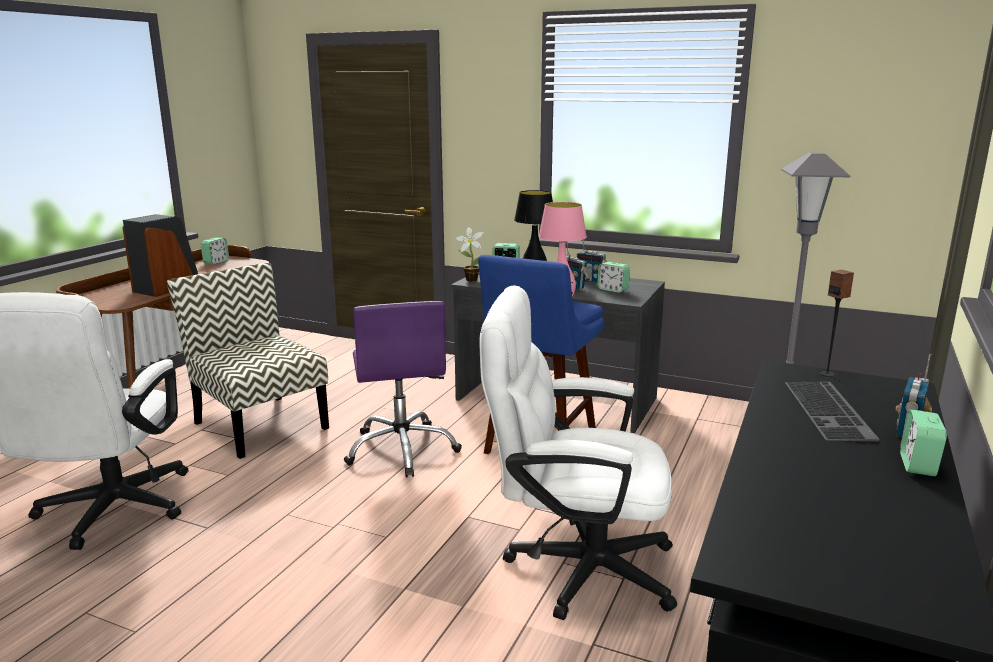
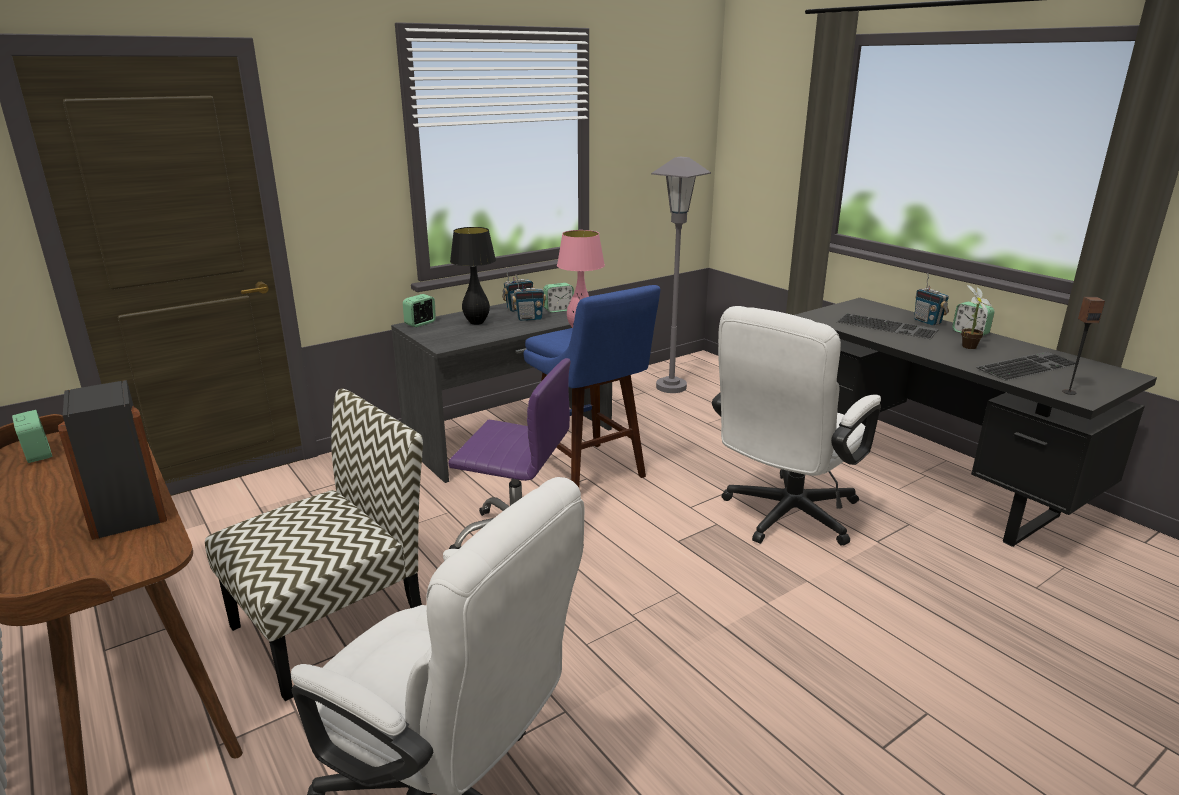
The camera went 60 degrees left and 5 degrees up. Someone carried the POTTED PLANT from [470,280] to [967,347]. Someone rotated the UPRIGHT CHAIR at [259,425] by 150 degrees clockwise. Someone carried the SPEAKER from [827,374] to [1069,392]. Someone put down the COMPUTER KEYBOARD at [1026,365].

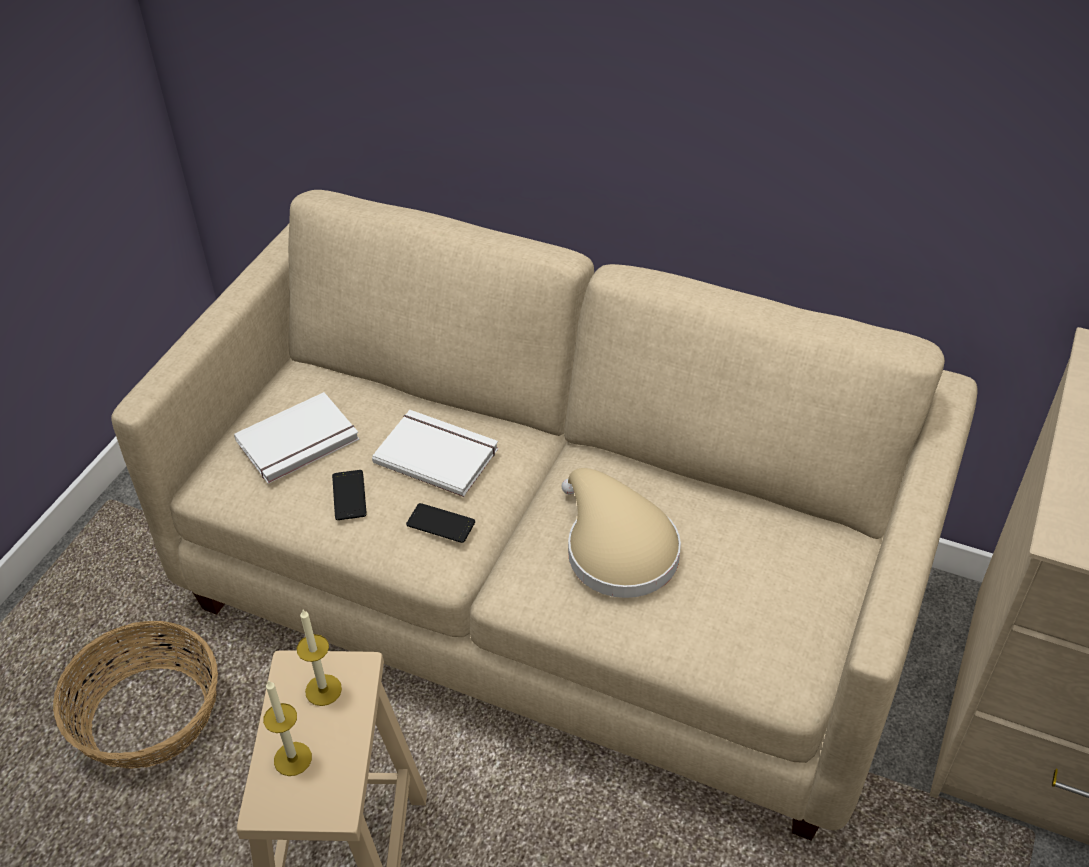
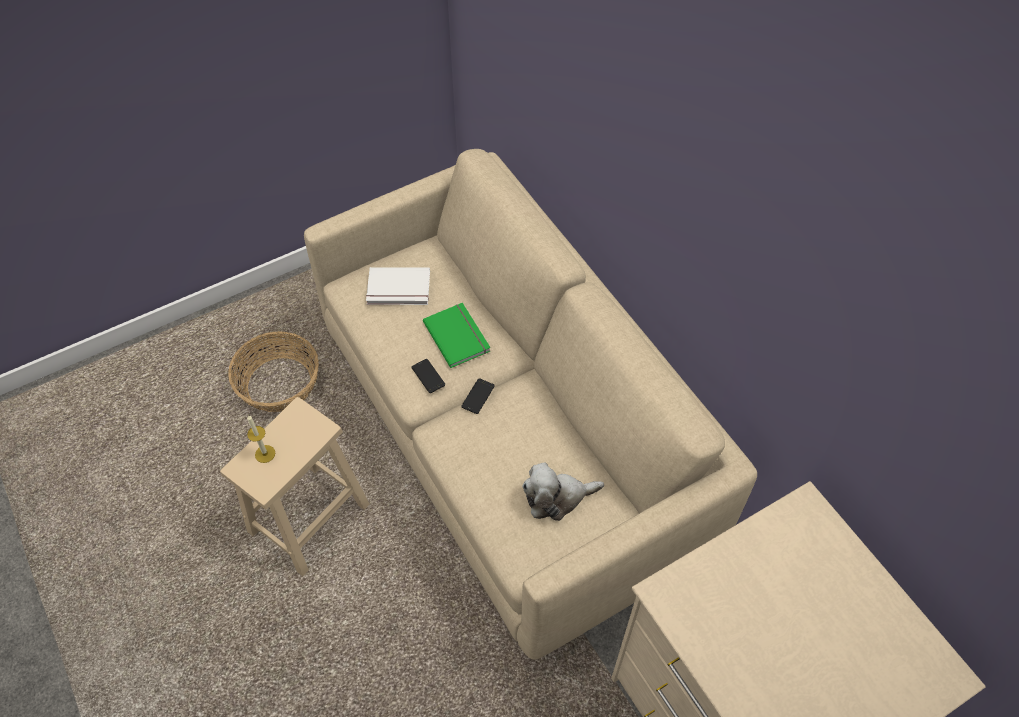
The camera went 35 degrees right and 10 degrees up. Someone repainted the WHITISH BOOK at [437,453], which became the GREEN BOOK at [458,335]. Someone took away the SAND-COLOURED HAT at [616,548]. Someone carried the HANDSET from [349,495] to [478,396]. Someone took away the WAX CANDLE at [323,690]. Someone put down the SOFT TOY at [557,497].

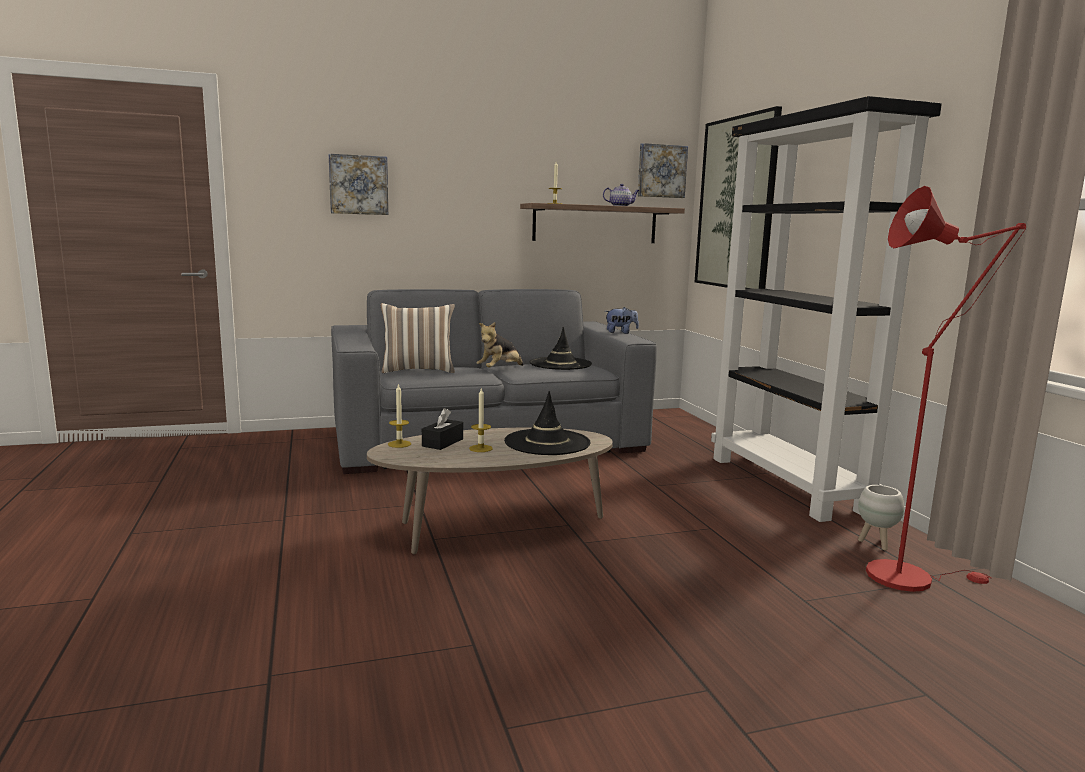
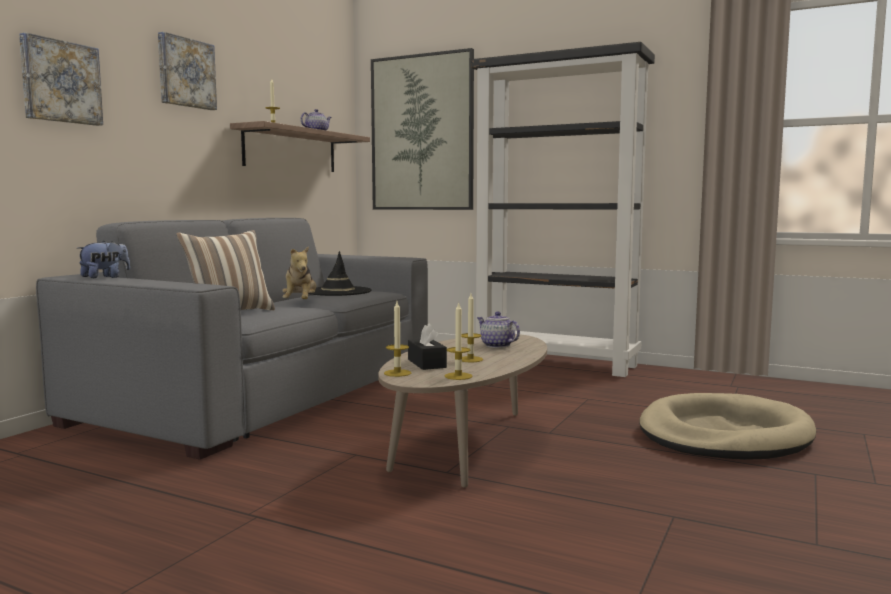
The camera went 45 degrees left and 5 degrees down. Someone carried the WALL PICTURE from [661,171] to [185,73]. Someone took away the RED STANDARD LAMP at [909,576]. Someone carried the SOFT TOY from [621,332] to [105,277]. Someone swapped the BLACKISH HAT at [547,442] for the TEA POT at [496,345]. Someone took away the WHITISH PLANT POT at [876,544]. Someone put down the WAX CANDLE at [458,376]. Someone put down the SAND-COLOURED DOG CUSHION at [723,435].

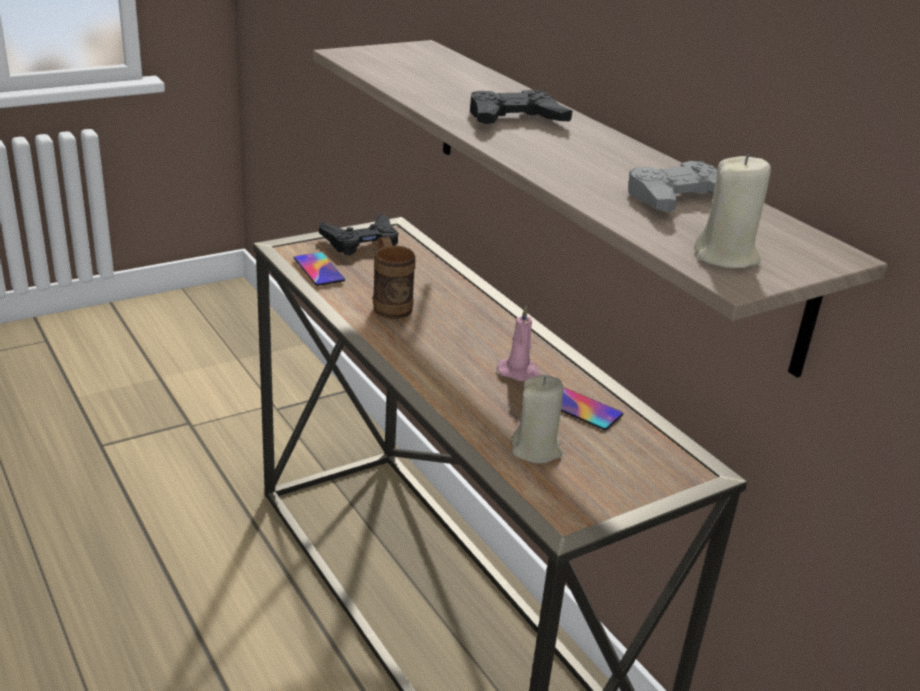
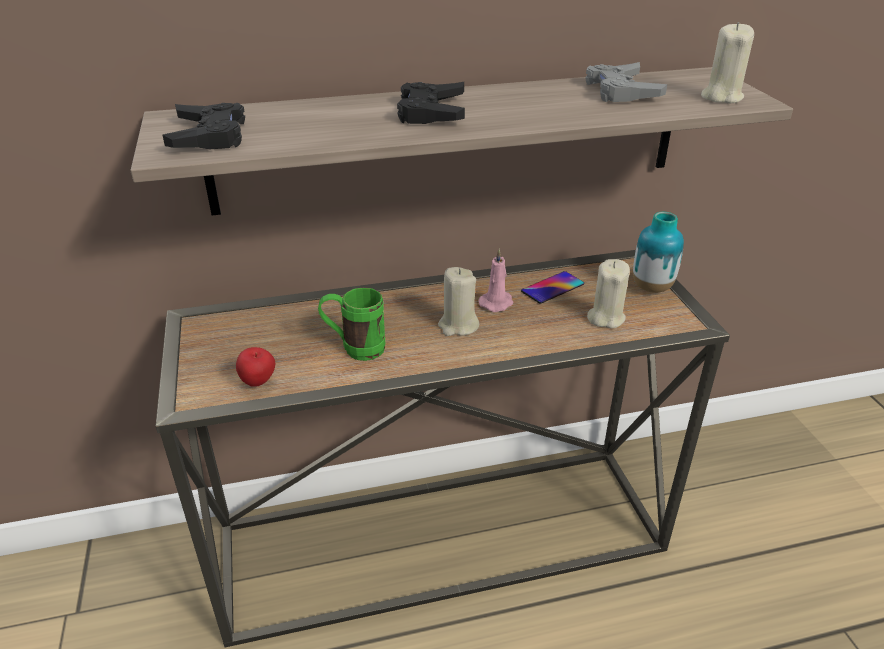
The camera went 70 degrees left and 5 degrees up. Someone carried the BLACKISH GAMEPAD from [361,241] to [209,135]. Someone repainted the BROWN TEA MUG at [389,304], which became the GREEN TEA MUG at [354,349]. Someone swapped the HANDSET at [319,269] for the APPLE FRUIT at [259,382]. Someone put down the VASE at [651,287]. Someone put down the SAND-COLOURED WAX CANDLE at [458,326].

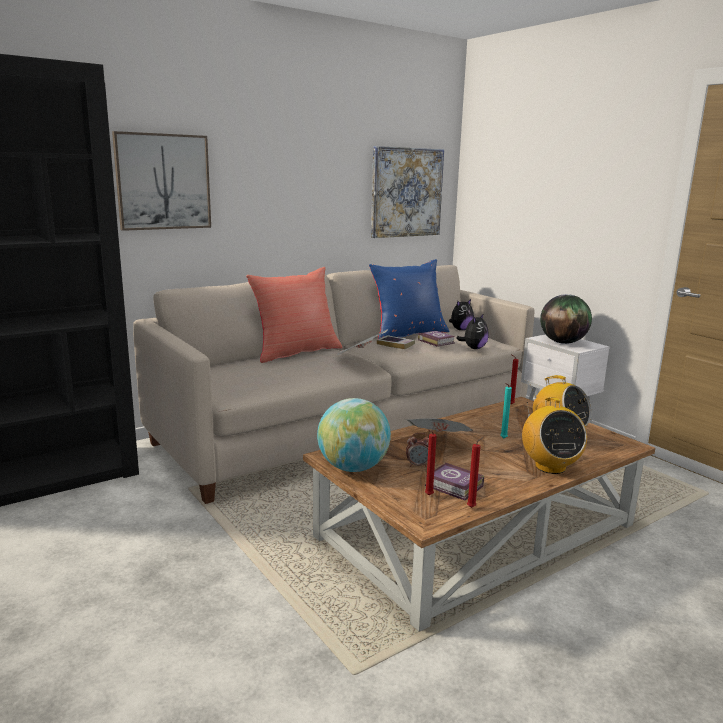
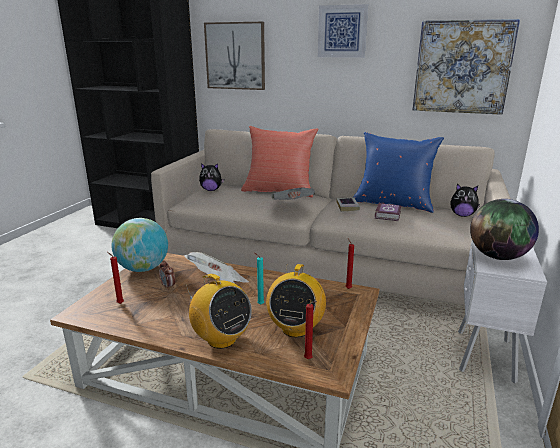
The camera went 55 degrees right and 5 degrees up. Someone carried the SOFT TOY from [473,348] to [211,190]. Someone rotated the RADIO at [549,467] by 90 degrees counterclockwise. Someone carried the RED WAX CANDLE from [472,507] to [309,359]. Someone took away the BOOK at [454,486]. Someone put up the WALL PICTURE at [342,31].

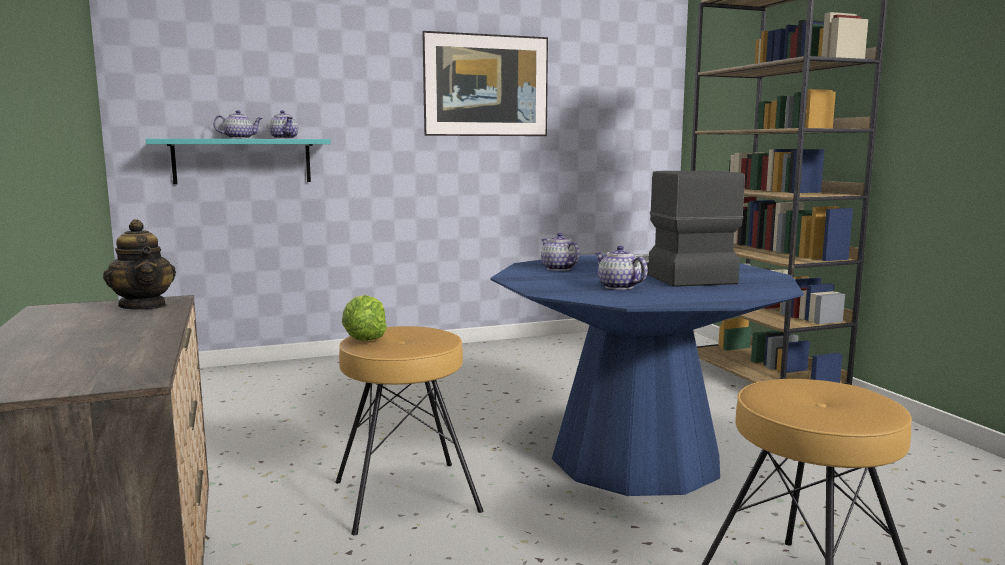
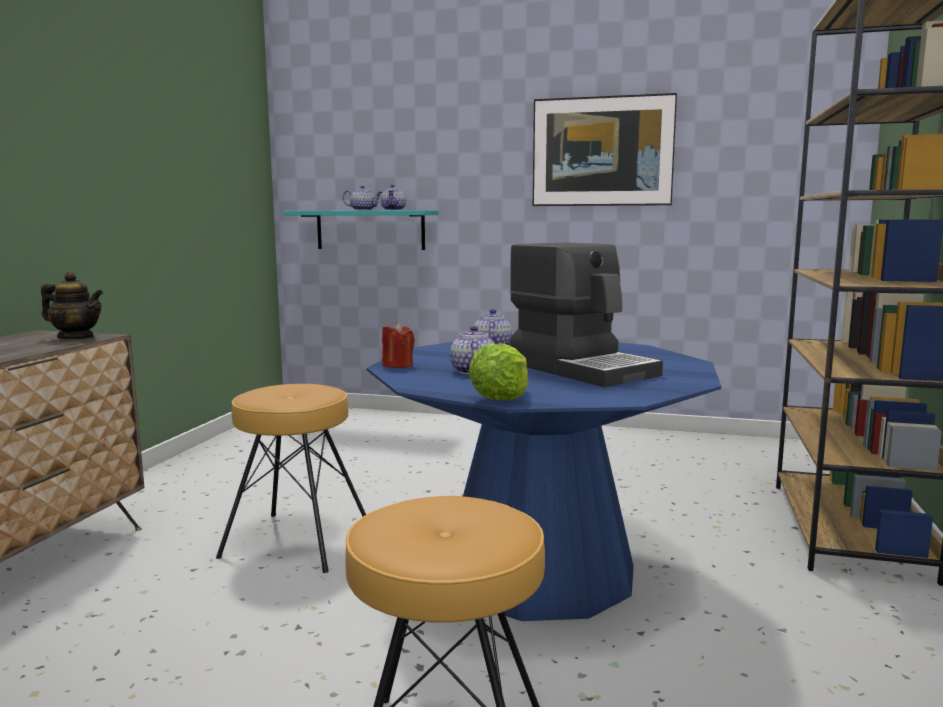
The camera went 35 degrees right and 0 degrees up. Someone rotated the COFFEE BREWER at [679,275] by 120 degrees clockwise. Someone rotated the TEA POT at [144,306] by 75 degrees counterclockwise. Someone carried the LETTUCE from [365,339] to [500,398]. Someone put down the RED WAX CANDLE at [398,365].

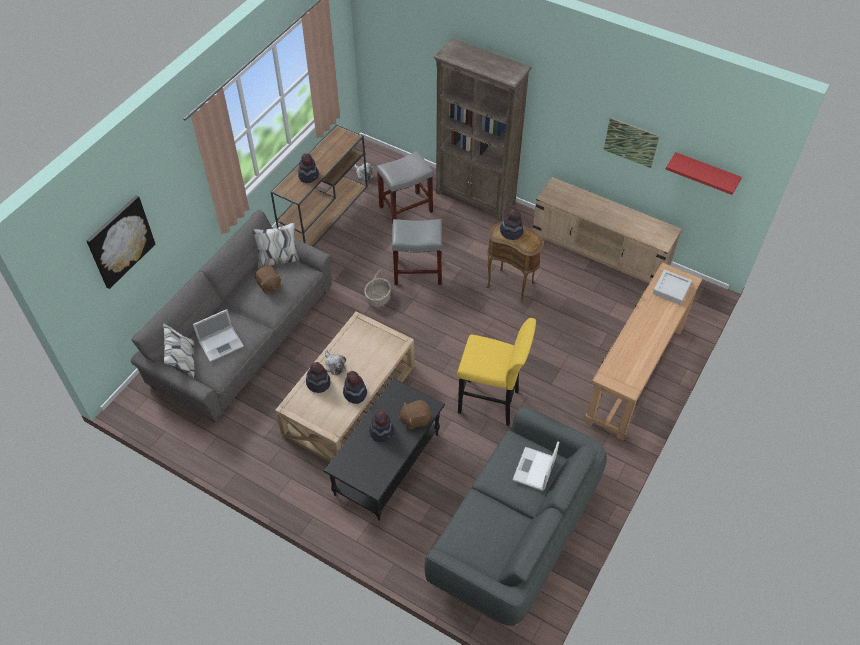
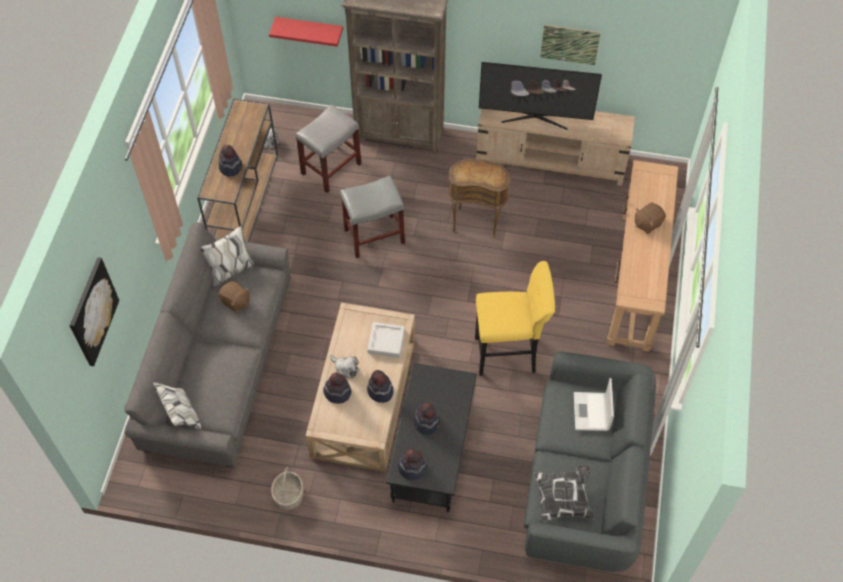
The camera went 20 degrees left and 5 degrees up. Someone carried the RED WALL SHELF from [705,173] to [310,30]. Someone carried the HAT from [511,232] to [412,468]. Someone carried the BASKET from [378,298] to [288,495]. Someone carried the GRAY CARRYING TRAY from [671,289] to [386,341]. Someone took away the LAPTOP at [221,343]. Someone carried the BROWN SOFT TOY from [415,419] to [647,223]. Someone put down the TV SET at [534,117]. Someone put down the CUSHION at [563,498].

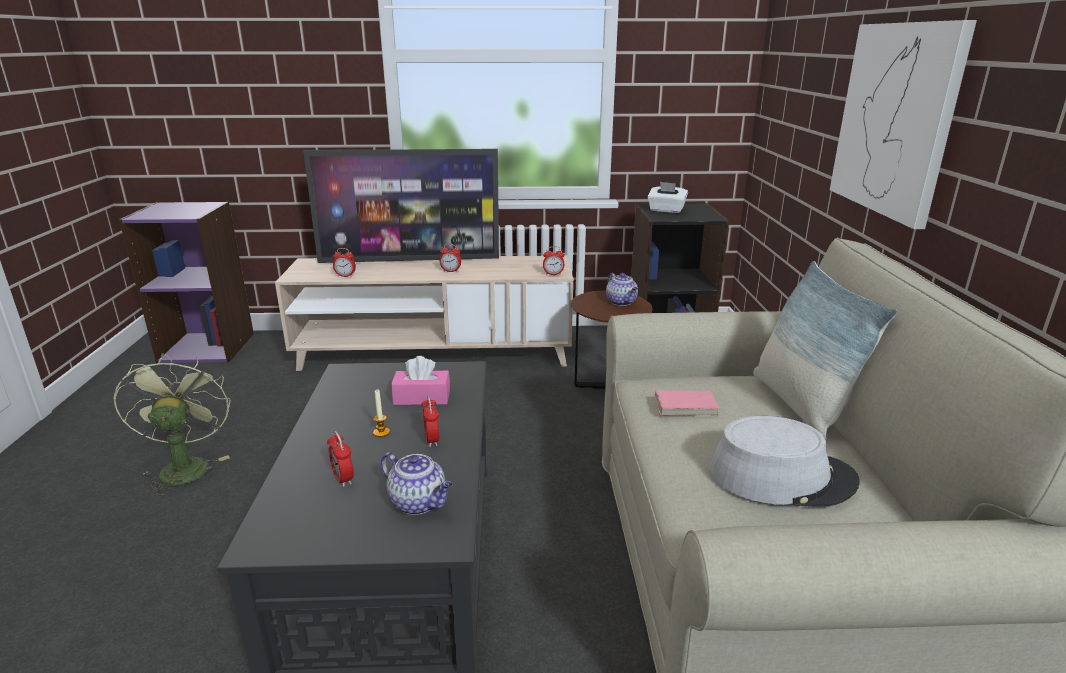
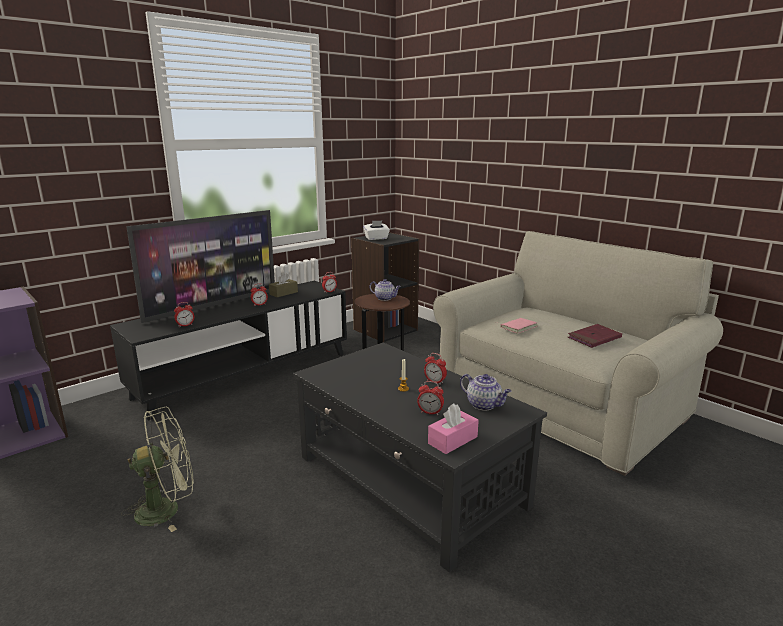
The camera went 40 degrees left and 5 degrees down. Someone took away the WALL PICTURE at [895,120]. Someone repainted the SAND-COLOURED MEDIA CONSOLE at [435,354], which became the BLACKISH MEDIA CONSOLE at [245,375]. Someone took away the CUSHION at [800,404]. Someone rotated the GREEN COOLING FAN at [185,466] by 120 degrees clockwise. Someone carried the PINK TISSUE BOX from [422,397] to [452,440]. Someone swapped the GRAY HAT at [781,476] for the RED BOOK at [594,338]. Someone rotated the TEA POT at [419,503] by 45 degrees clockwise. Someone put down the BROWN TISSUE BOX at [283,293].

